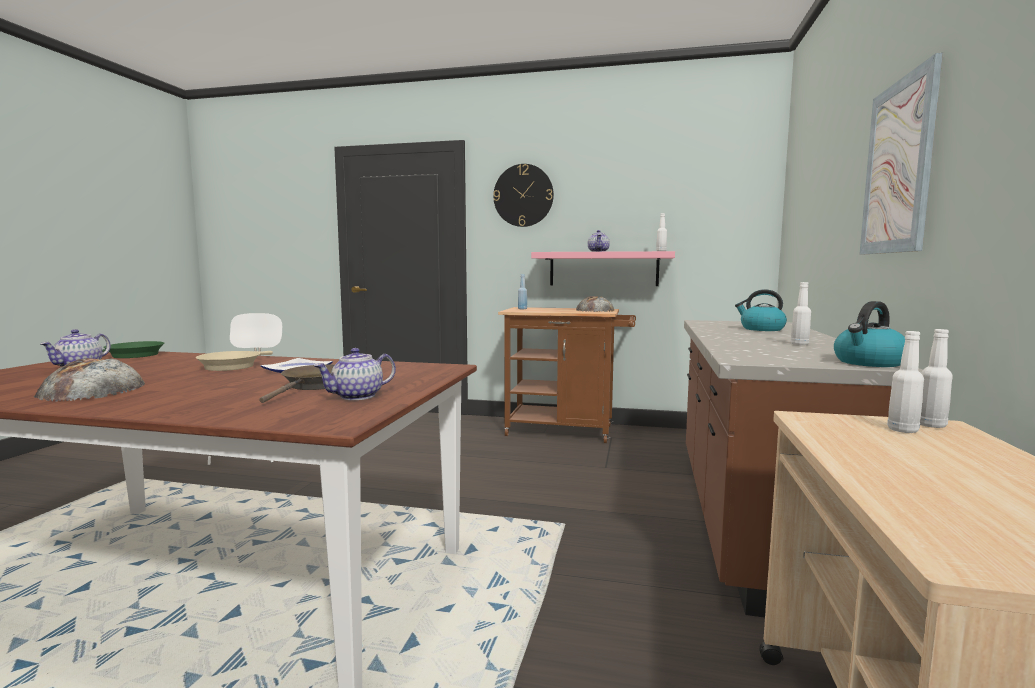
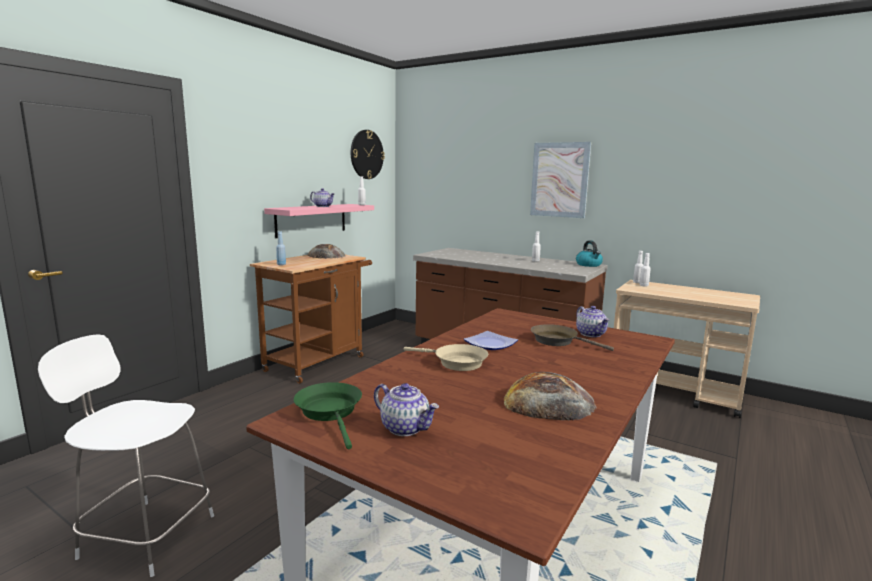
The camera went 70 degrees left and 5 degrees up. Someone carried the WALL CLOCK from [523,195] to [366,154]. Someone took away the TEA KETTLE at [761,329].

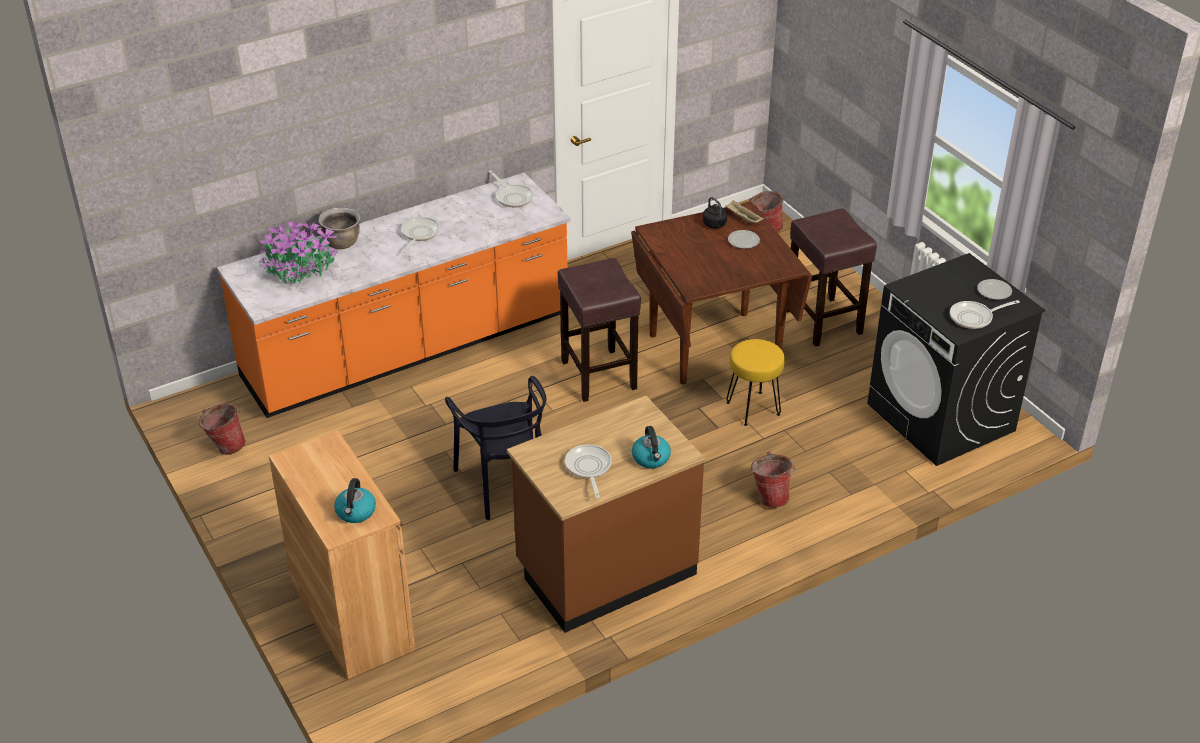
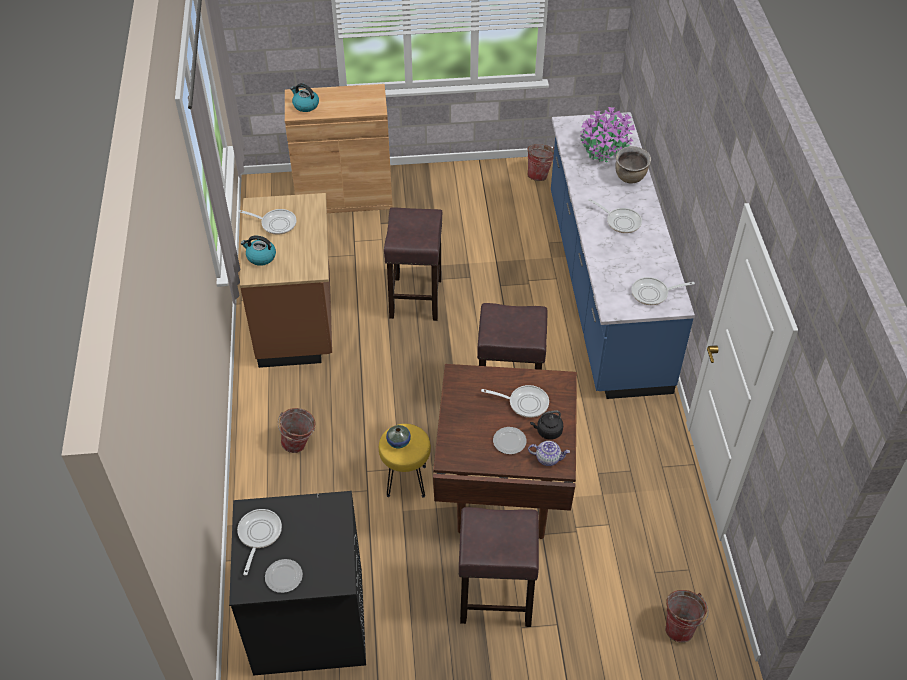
The camera went 115 degrees right and 10 degrees up. Someone repainted the ORANGEY COUNTER at [408,348], which became the BLUE-COLOURED COUNTER at [605,289]. Someone swapped the SAND-COLOURED CARRYING TRAY at [743,218] for the TEA POT at [548,458]. Someone swapped the BLACKISH UPRIGHT CHAIR at [505,483] for the BROWN SITTING STOOL at [415,297]. Someone put down the SKILLET at [525,403]. Someone put down the VASE at [398,442].

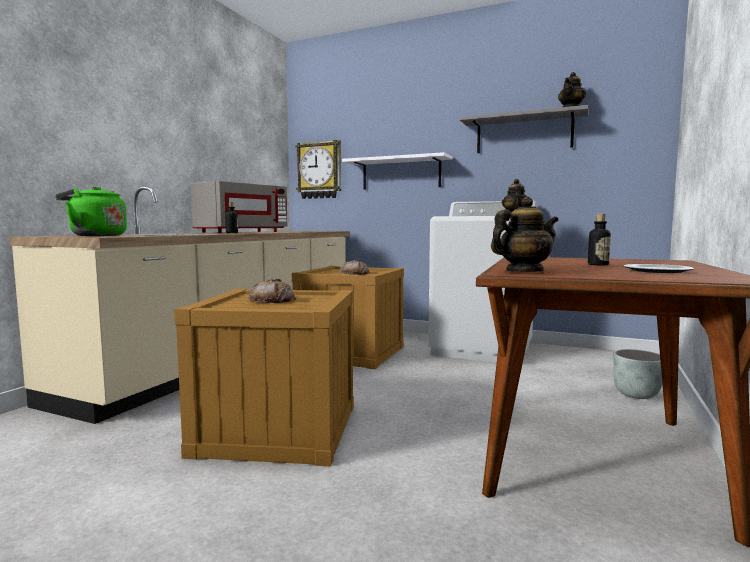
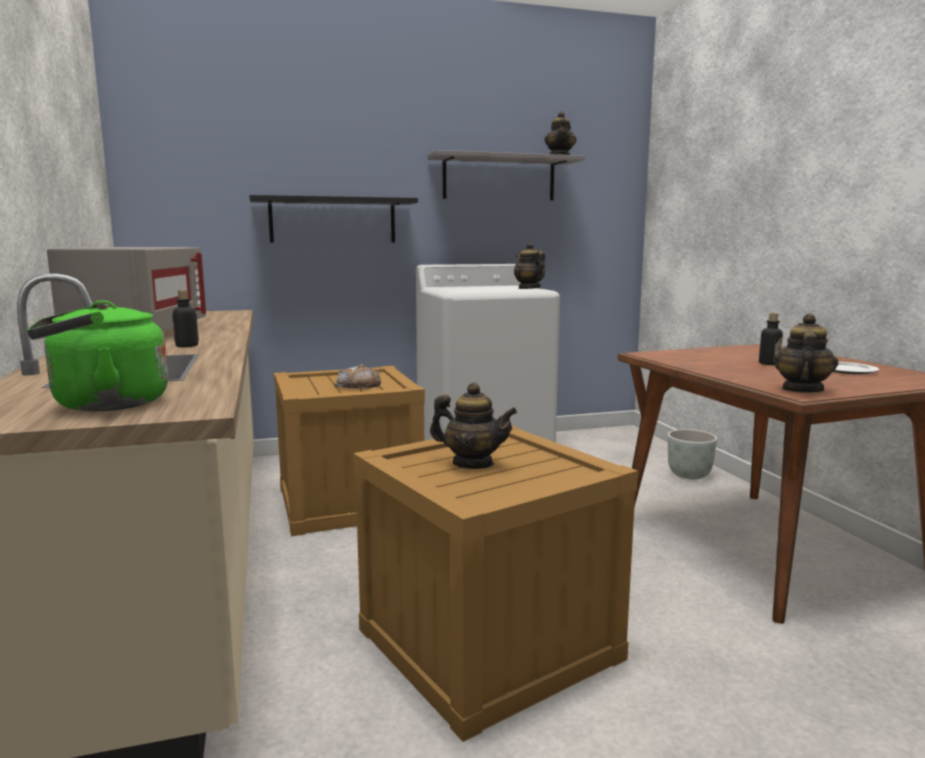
The camera went 40 degrees left and 5 degrees up. Someone took away the WALL CLOCK at [319,170]. Someone repainted the WHITISH WALL SHELF at [401,173], which became the BLACKISH WALL SHELF at [333,220]. Someone swapped the BAKERY BREAD at [272,300] for the TEA POT at [473,464].

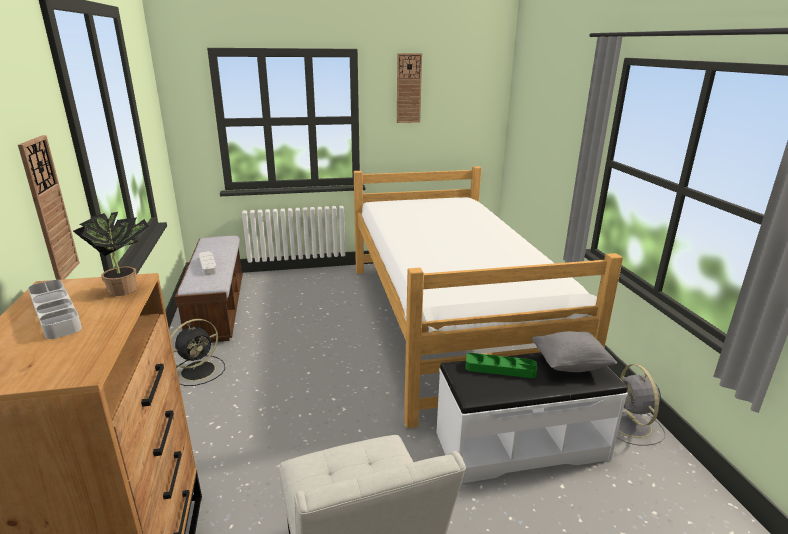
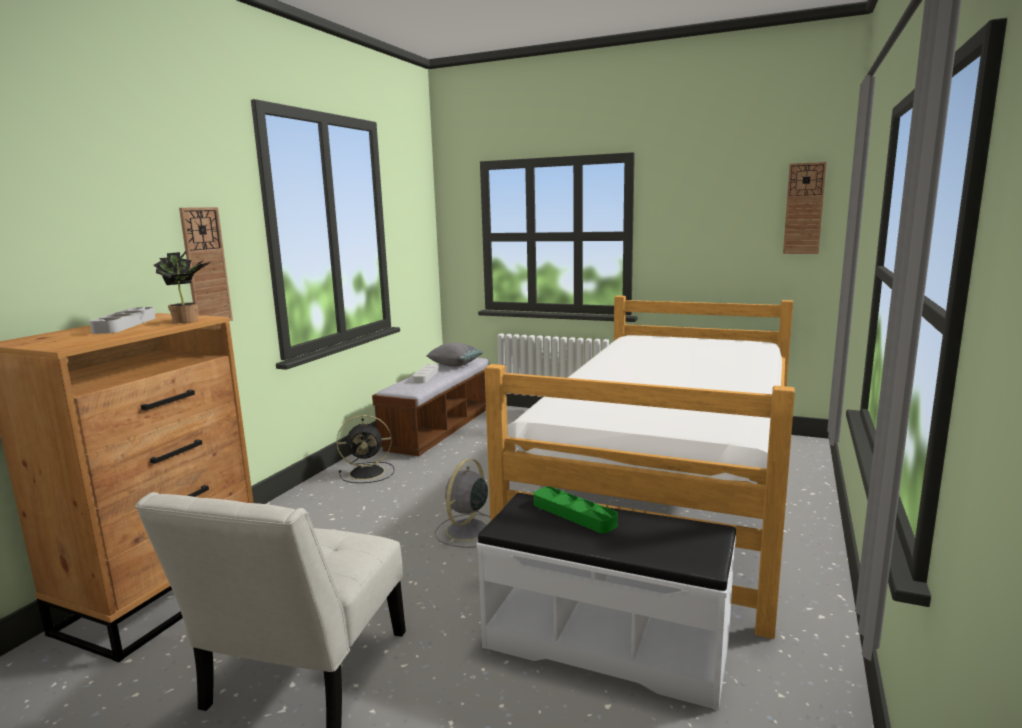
The camera went 35 degrees right and 10 degrees down. Someone carried the WALL CLOCK from [408,88] to [804,209]. Someone carried the GRAY CUSHION from [570,364] to [455,365]. Someone carried the GRAY COOLING FAN from [631,425] to [466,531].

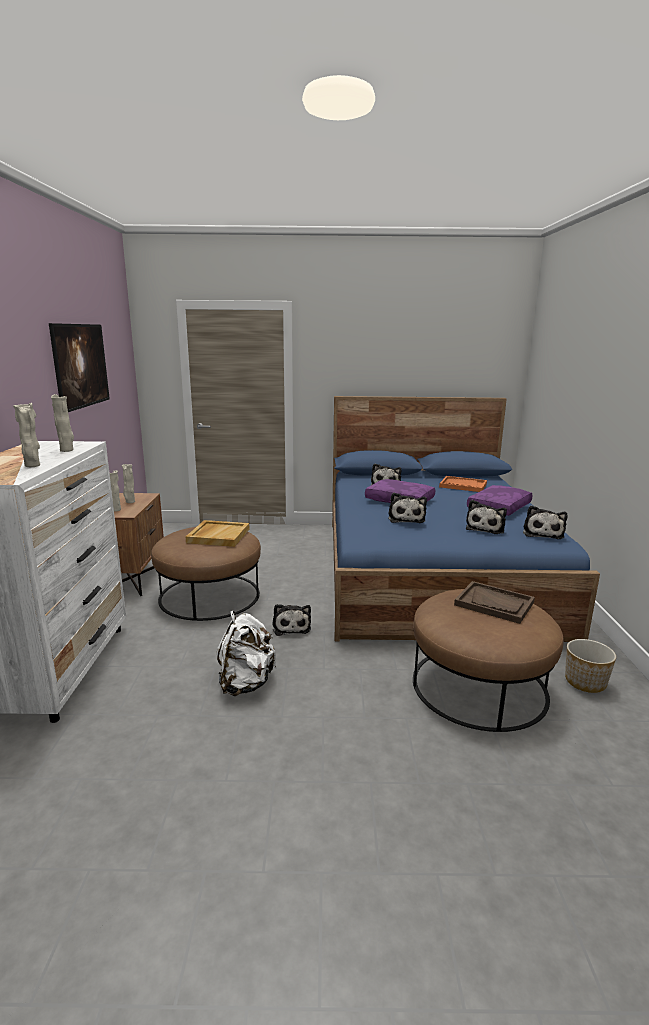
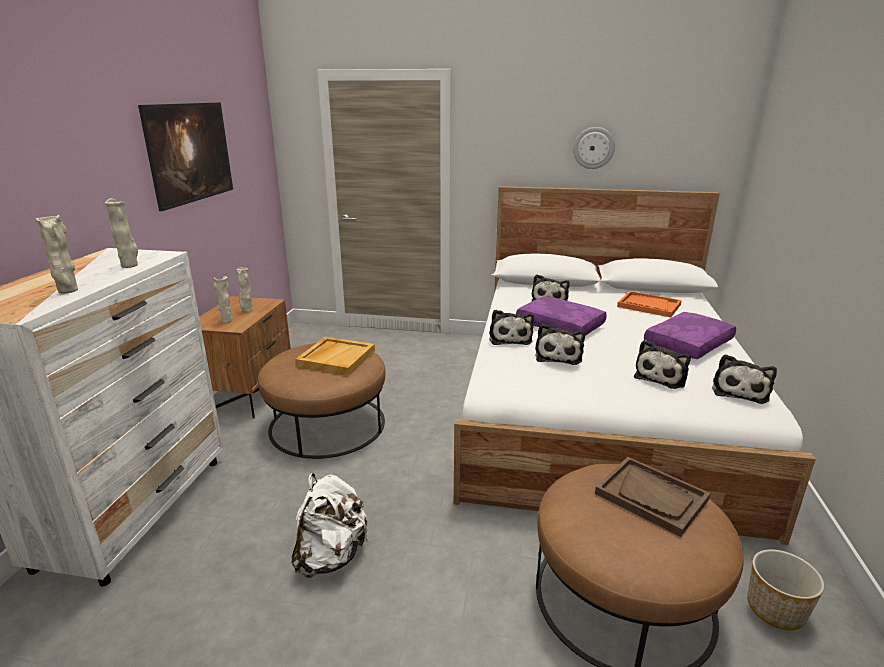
The camera went 10 degrees right and 5 degrees up. Someone repainted the BLUE-COLOURED BEDROOM BED at [431,571], which became the WHITISH BEDROOM BED at [597,410]. Someone carried the SOFT TOY from [291,626] to [510,338]. Someone put up the WALL CLOCK at [593,148].

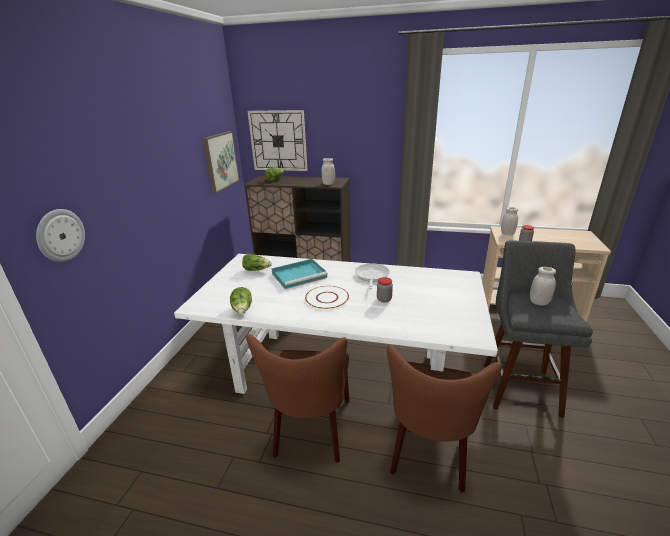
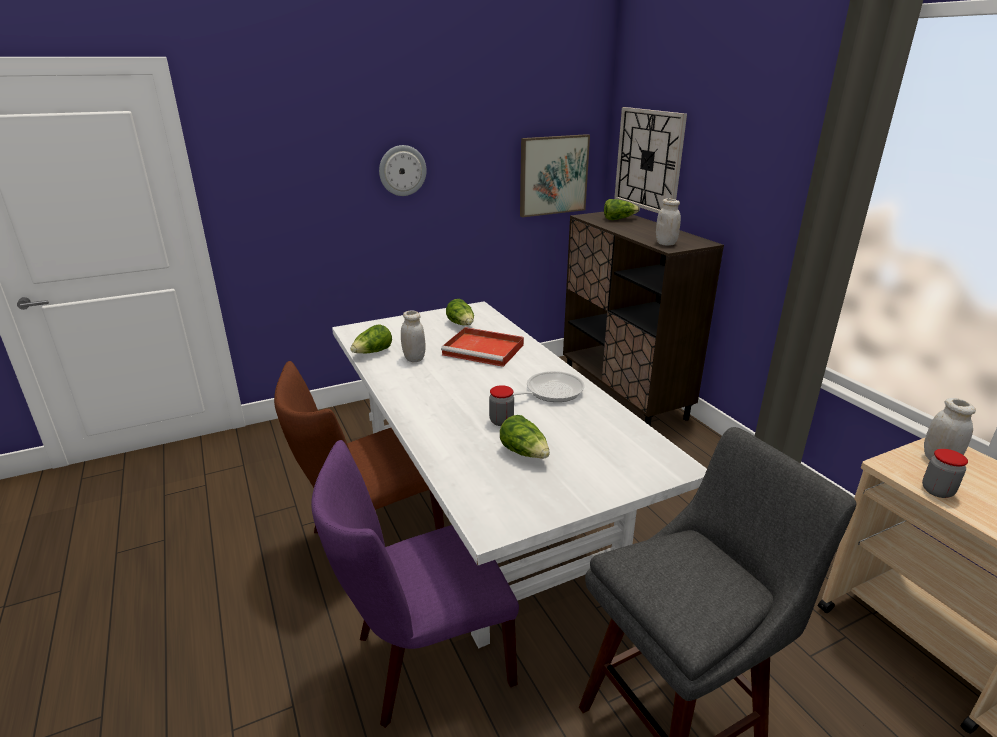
The camera went 50 degrees right and 0 degrees up. Someone carried the WALL CLOCK from [60,235] to [402,170]. Someone repainted the BLUE-GREEN CARRYING TRAY at [300,275], which became the RED CARRYING TRAY at [485,350]. Someone carried the WHITISH PRESERVE JAR from [539,302] to [414,358]. Someone took away the WHITISH DINNER PLATE at [326,298]. Someone repainted the BROWN UPRIGHT CHAIR at [429,452], which became the PURPLISH UPRIGHT CHAIR at [424,661]. Someone put down the LETTUCE at [525,453].

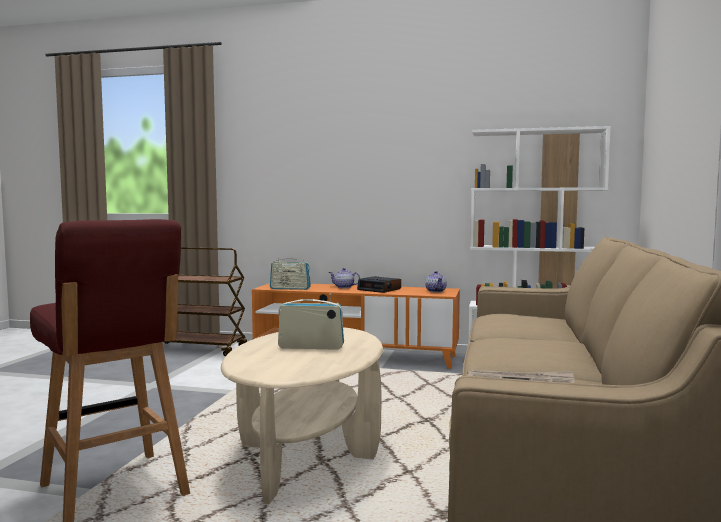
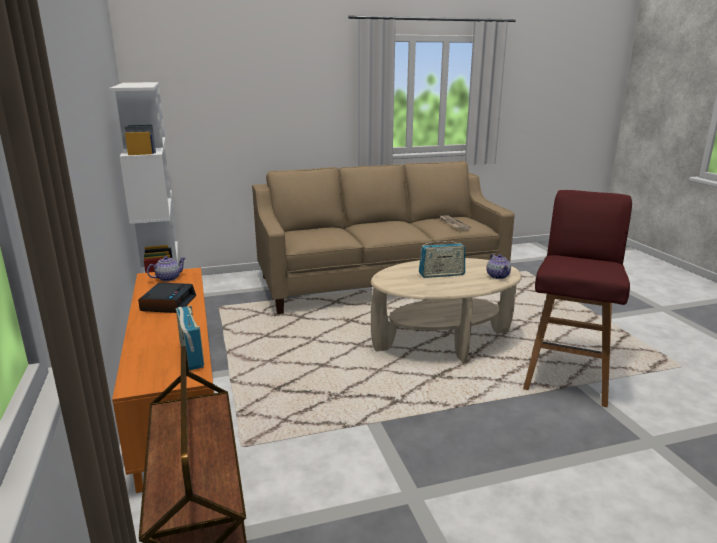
The camera went 120 degrees left and 15 degrees up. Someone carried the TEA POT from [344,287] to [498,276]. Someone rotated the RADIO at [311,347] by 75 degrees counterclockwise.

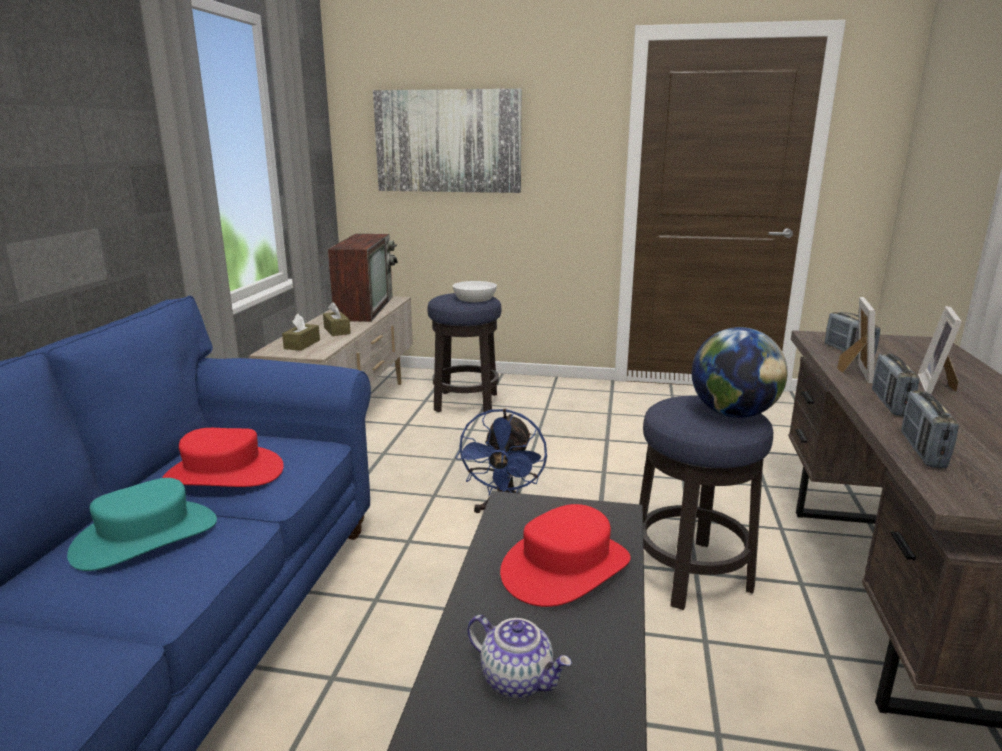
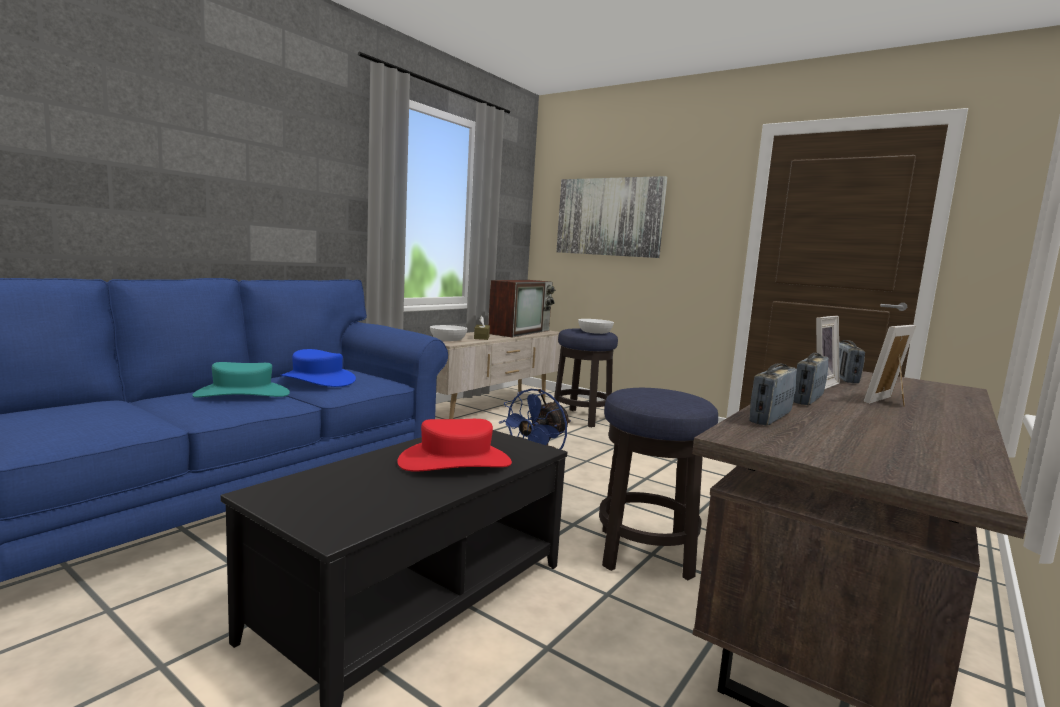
The camera went 25 degrees right and 10 degrees down. Someone swapped the BROWN TISSUE BOX at [302,344] for the WHITISH BOWL at [448,339]. Someone took away the GLOBE at [733,414]. Someone repainted the RED HAT at [224,473], which became the BLUE-COLOURED HAT at [317,380]. Someone took away the TEA POT at [518,679].

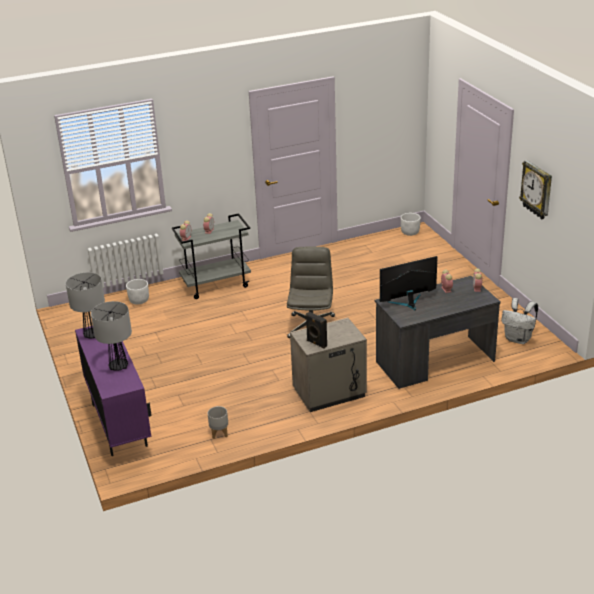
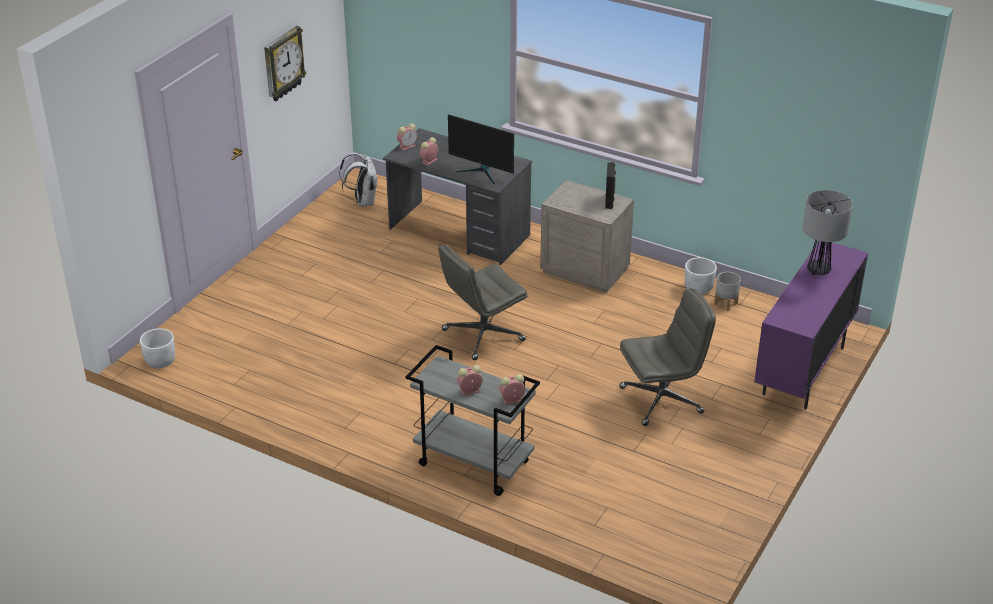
The camera went 130 degrees left and 5 degrees up. Someone took away the TABLETOP LAMP at [92,335]. Someone carried the WHITISH PLANT POT from [139,300] to [698,288]. Someone put down the GRAY OFFICE CHAIR at [662,400].

